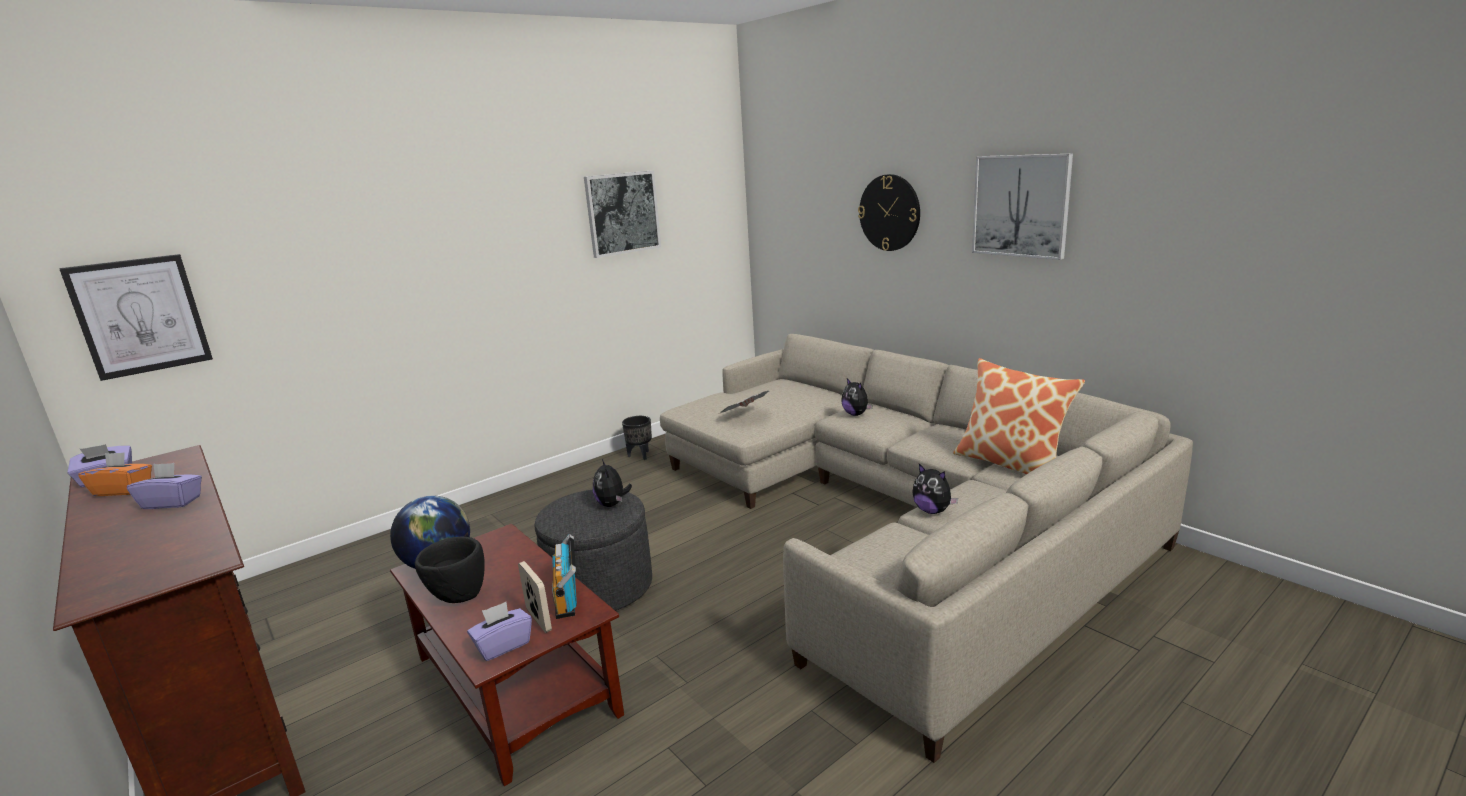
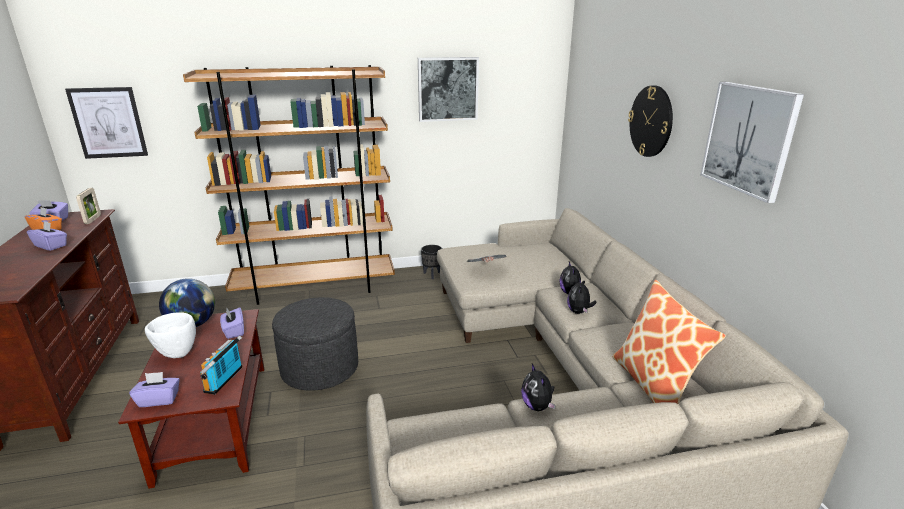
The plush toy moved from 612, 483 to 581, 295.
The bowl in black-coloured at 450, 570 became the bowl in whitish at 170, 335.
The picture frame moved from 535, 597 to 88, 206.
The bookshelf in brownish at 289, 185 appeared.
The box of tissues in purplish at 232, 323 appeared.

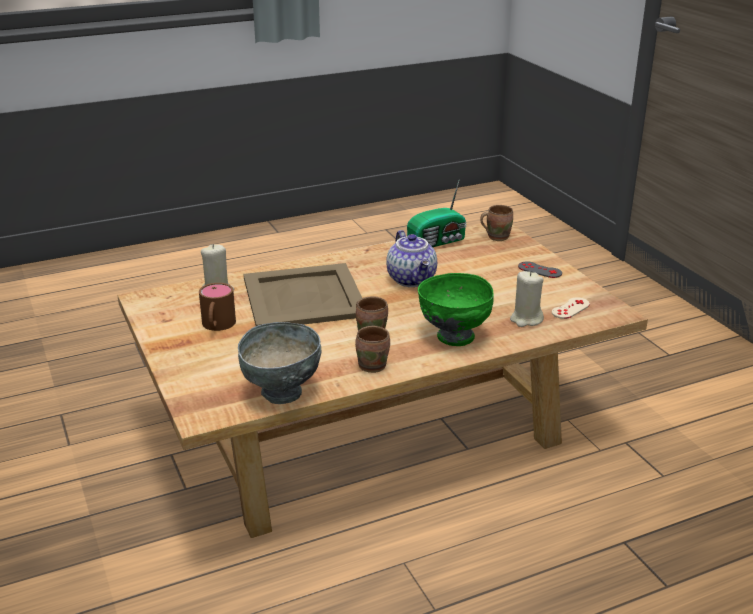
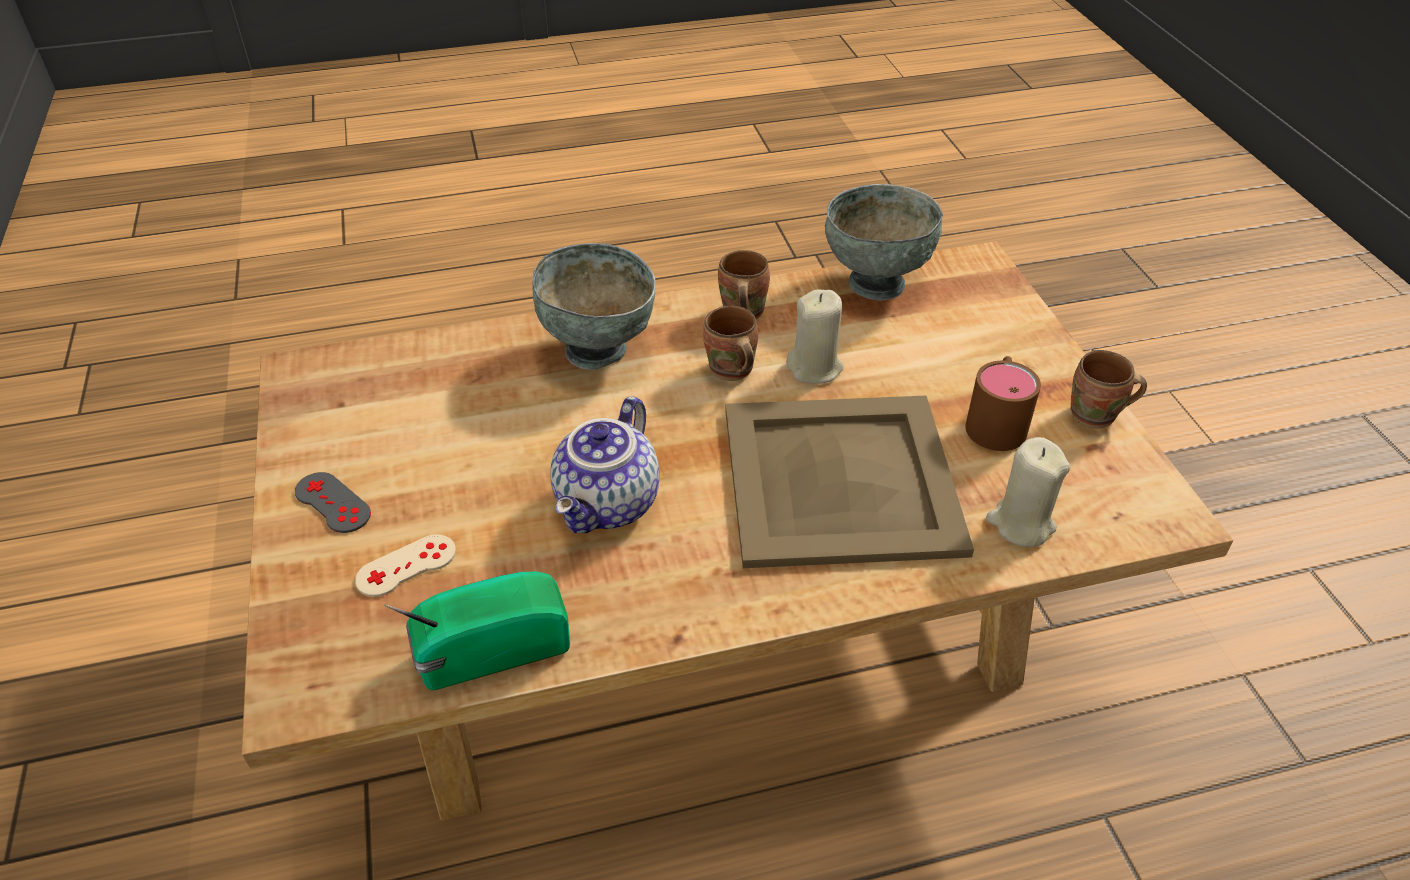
The coffee mug in brownish moved from 496, 223 to 1109, 389.
The pot for tea at 411, 258 turned 150 degrees counterclockwise.
The wax light in sand-coloured moved from 527, 299 to 815, 336.
The bowl in green at 456, 309 became the bowl in gray at 593, 306.
The joypad in sand-coloured moved from 571, 308 to 405, 565.

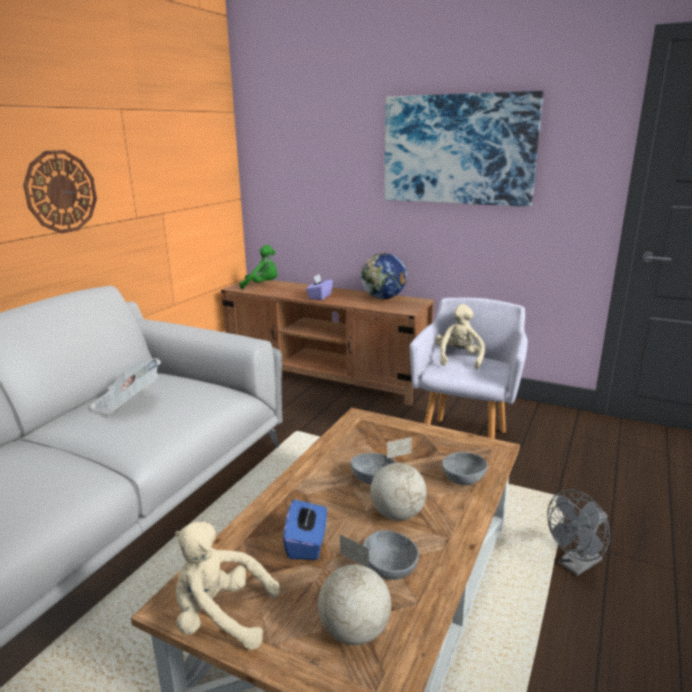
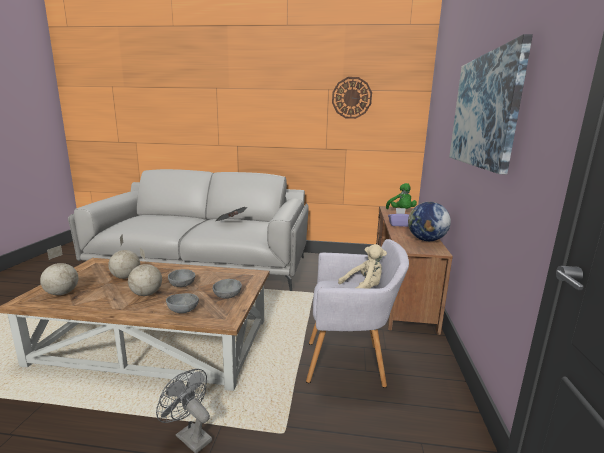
The clock on the wall moved from 60, 192 to 352, 98.
The box of tissues in blue-coloured at 305, 530 was replaced by the globe at 124, 257.
The plush toy in sand-coloured at 227, 586 disappeared.
The bowl in gray moved from 391, 555 to 227, 289.

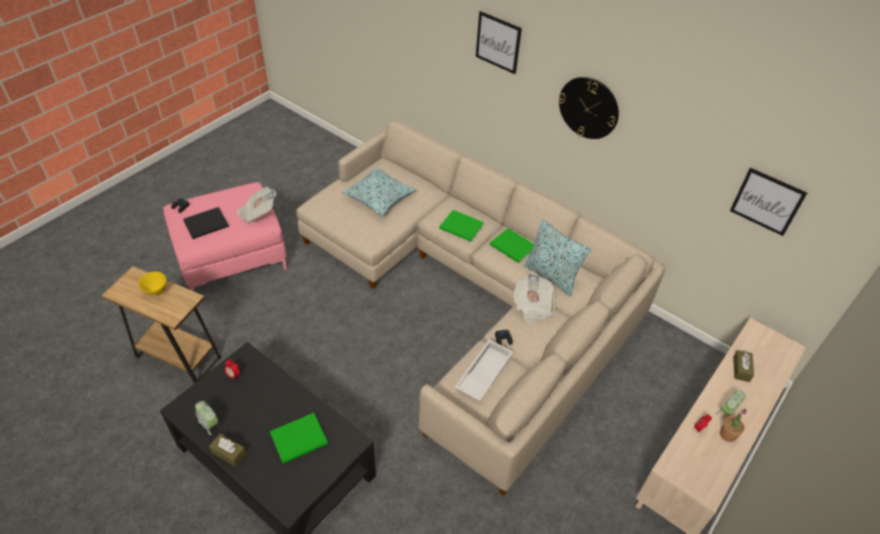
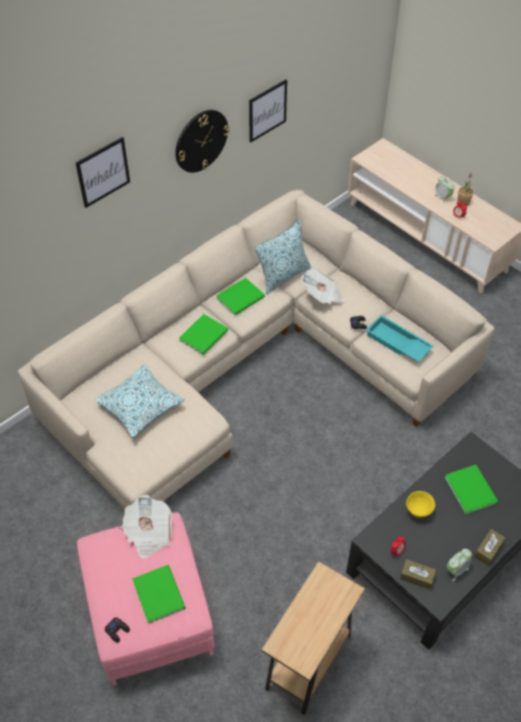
The picture moved from 768, 202 to 268, 111.
The book in black-coloured at 206, 223 became the book in green at 159, 594.
The bowl in yellowish moved from 152, 283 to 420, 504.
The carrying tray in whitish at 484, 370 became the carrying tray in blue-green at 399, 338.
The box of tissues in brownish moved from 743, 366 to 418, 574.

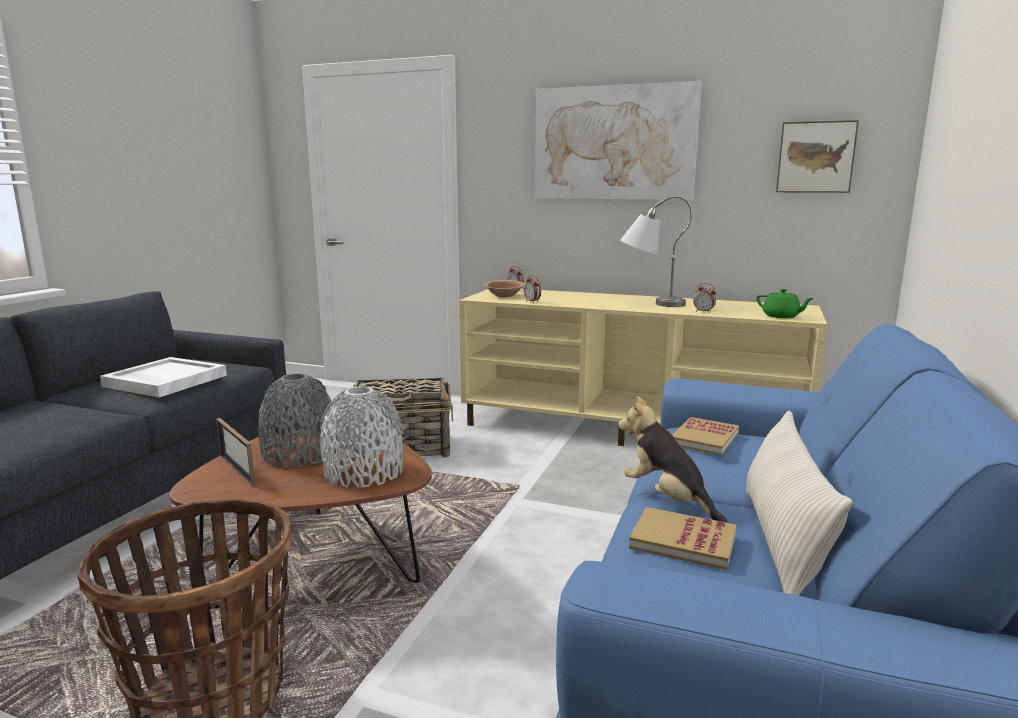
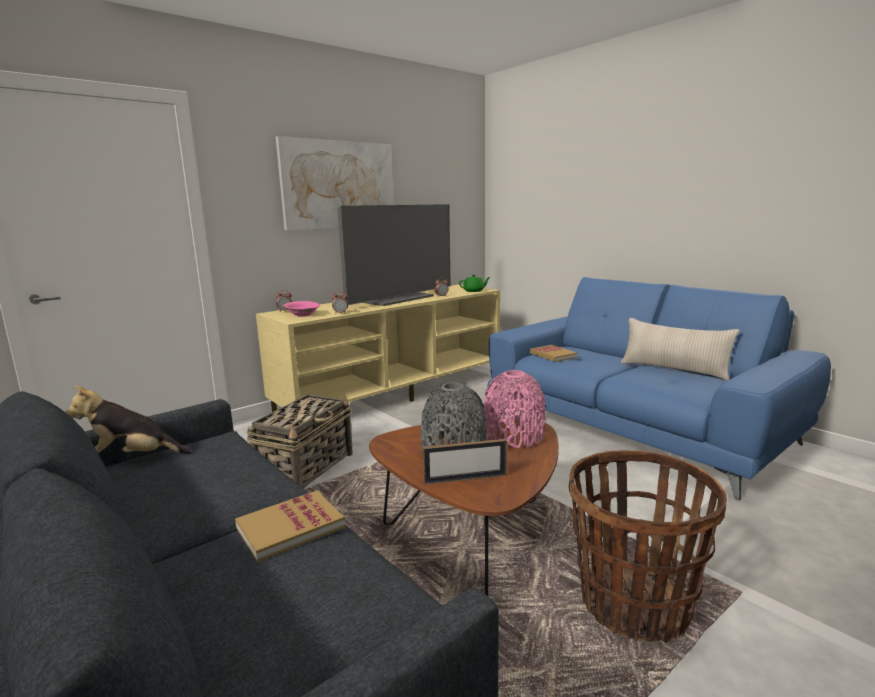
The picture at 817, 156 disappeared.
The lamp for a table in gray at 656, 251 was replaced by the TV at 394, 255.
The bowl in brownish at 504, 289 became the bowl in pinkish at 301, 309.
The carrying tray in whitish at 163, 377 disappeared.
The vase in gray at 361, 437 became the vase in pinkish at 514, 409.
The plush toy moved from 673, 459 to 128, 419.
The book moved from 683, 538 to 290, 526.

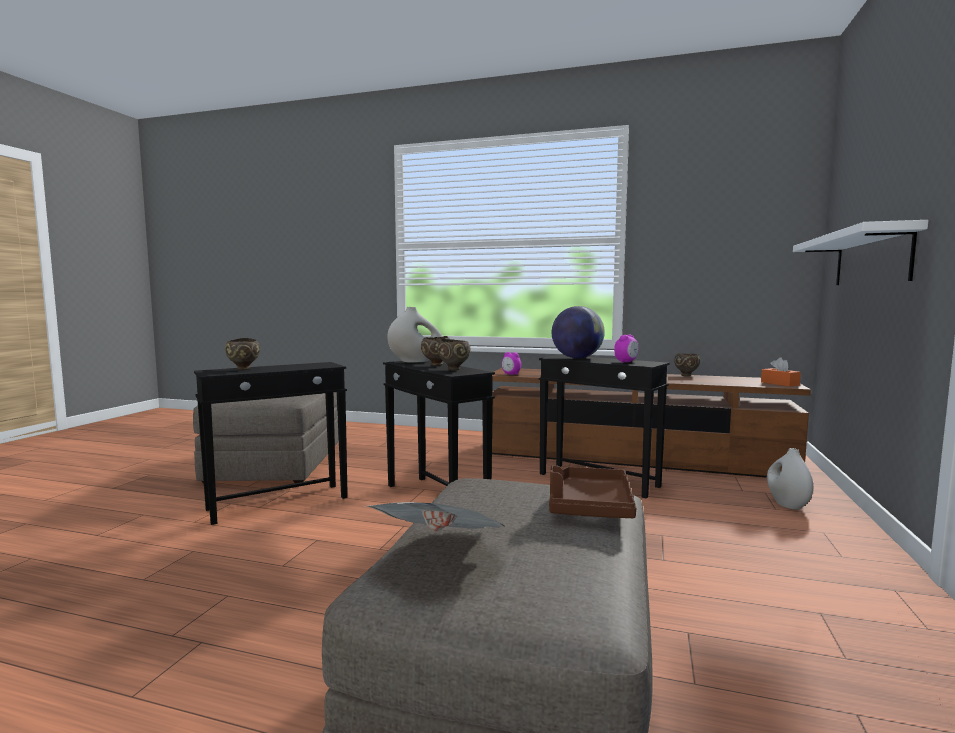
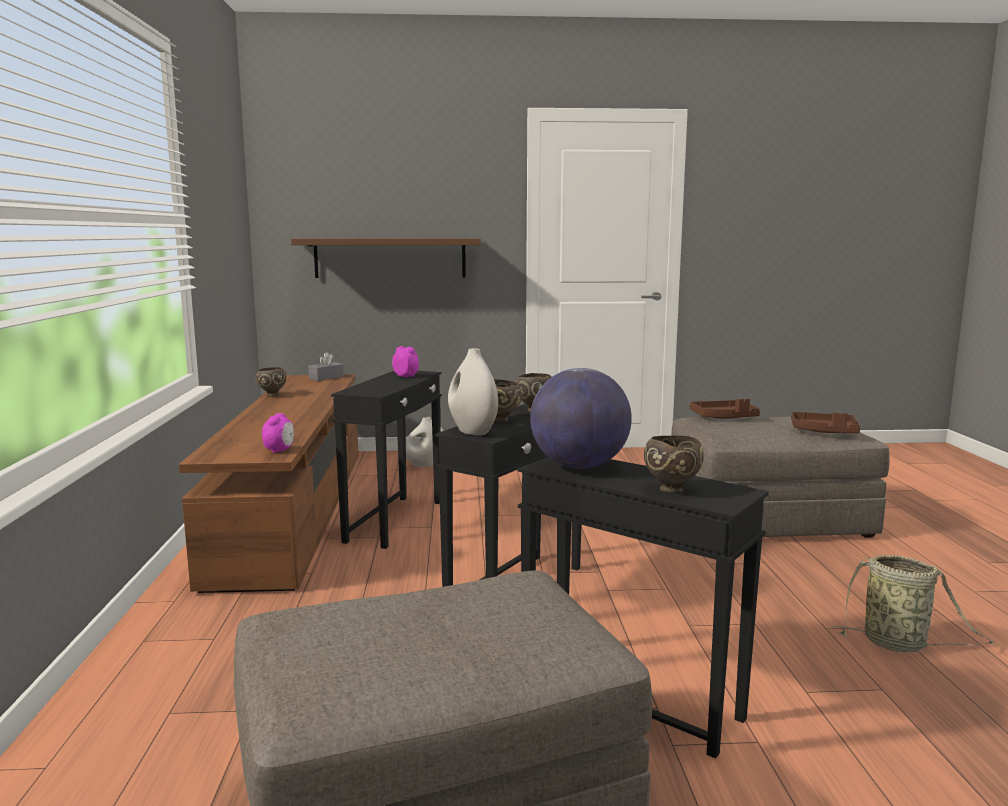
The wall shelf in whitish at 860, 252 became the wall shelf in brownish at 386, 258.
The globe moved from 578, 332 to 581, 418.
The box of tissues in orange-coloured at 781, 372 became the box of tissues in gray at 326, 366.
The daily paper at 436, 516 was replaced by the carrying tray in brownish at 825, 422.
The basket at 913, 603 appeared.

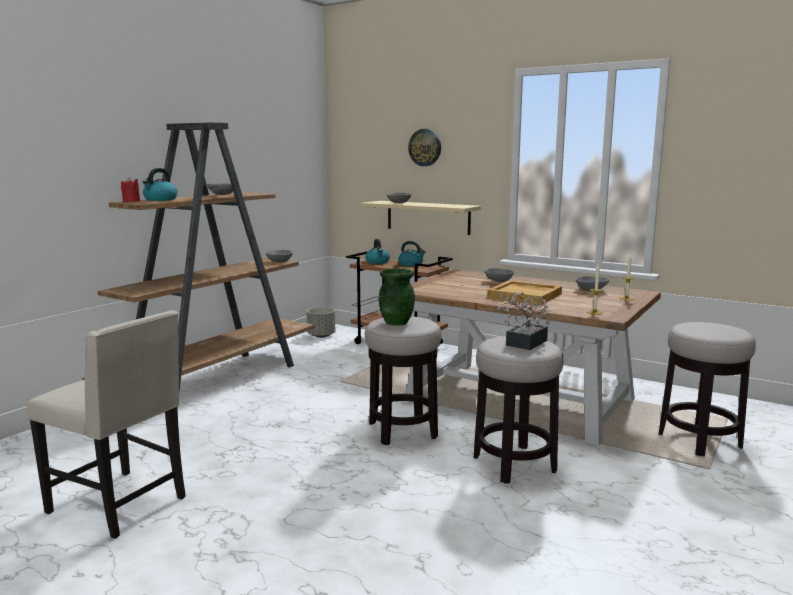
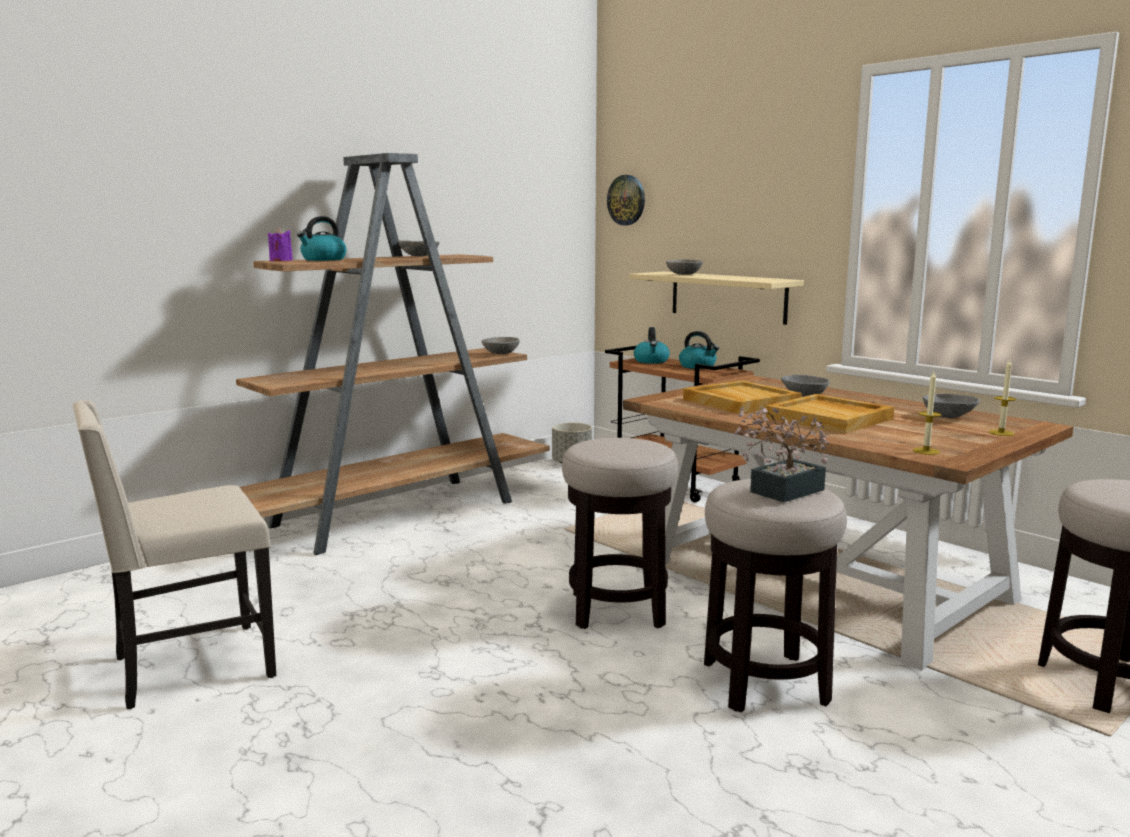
The clock on the wall moved from 424, 147 to 626, 200.
The wax light in red-coloured at 130, 189 became the wax light in purplish at 280, 244.
The vase in green at 397, 297 disappeared.
The upright chair in sand-coloured at 106, 424 turned 105 degrees clockwise.
The carrying tray in sand-coloured at 742, 397 appeared.

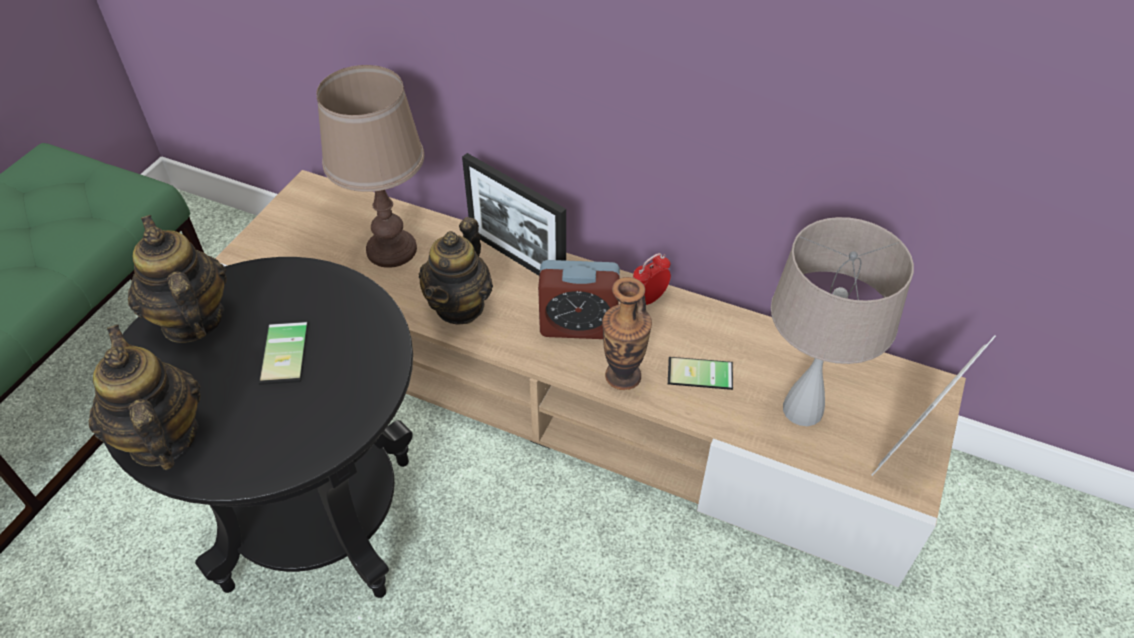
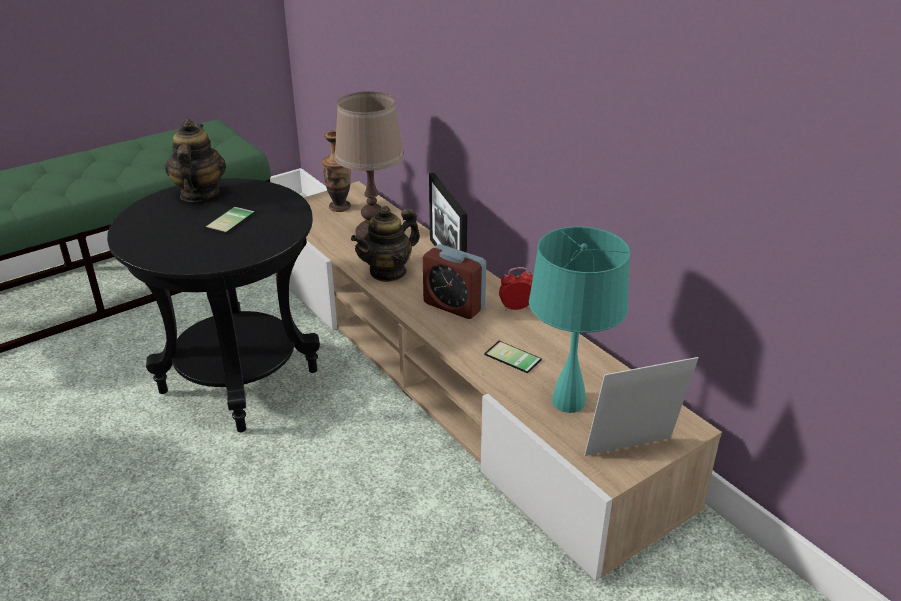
The lamp for a table in sand-coloured at 842, 321 became the lamp for a table in blue-green at 579, 319.
The vase moved from 627, 333 to 336, 171.
The pot for tea at 144, 397 disappeared.

